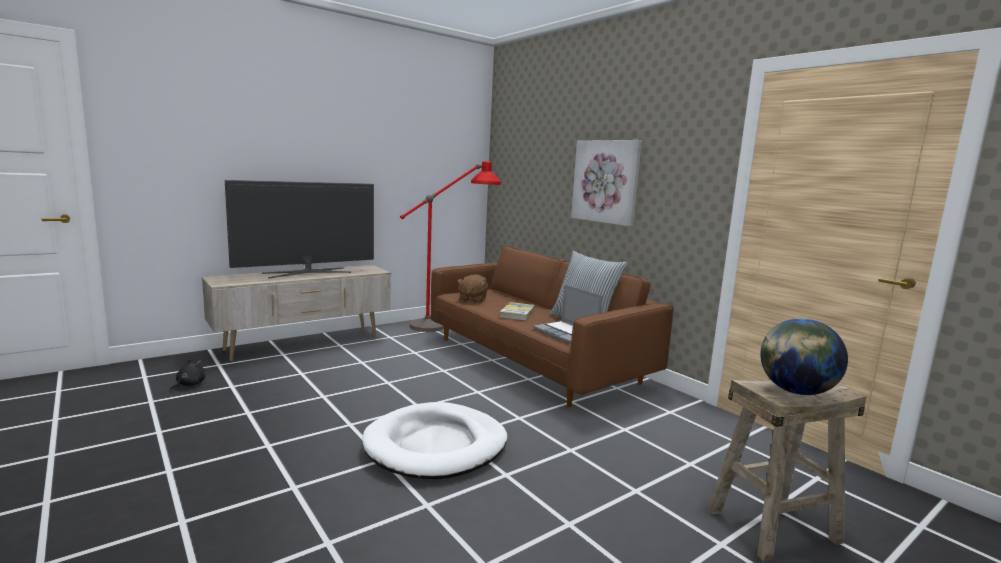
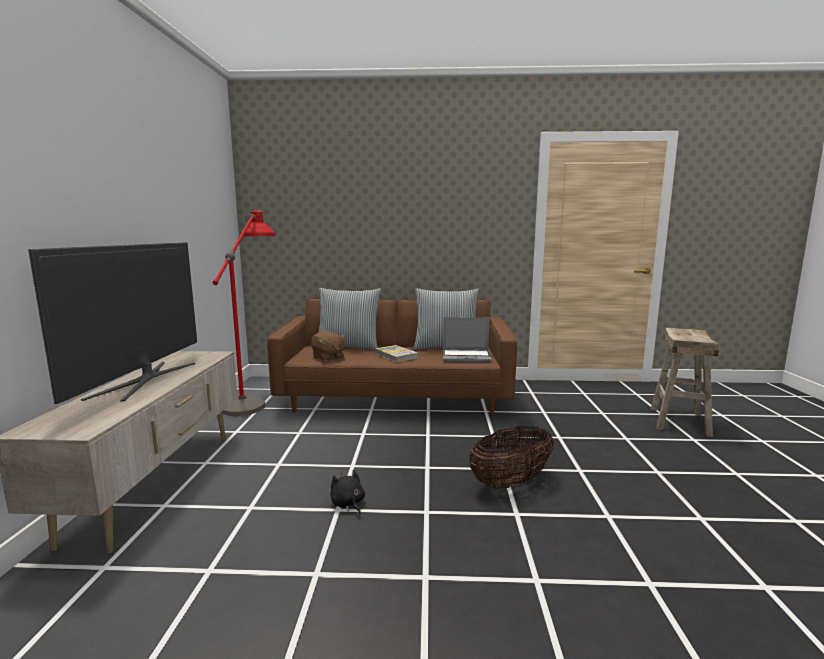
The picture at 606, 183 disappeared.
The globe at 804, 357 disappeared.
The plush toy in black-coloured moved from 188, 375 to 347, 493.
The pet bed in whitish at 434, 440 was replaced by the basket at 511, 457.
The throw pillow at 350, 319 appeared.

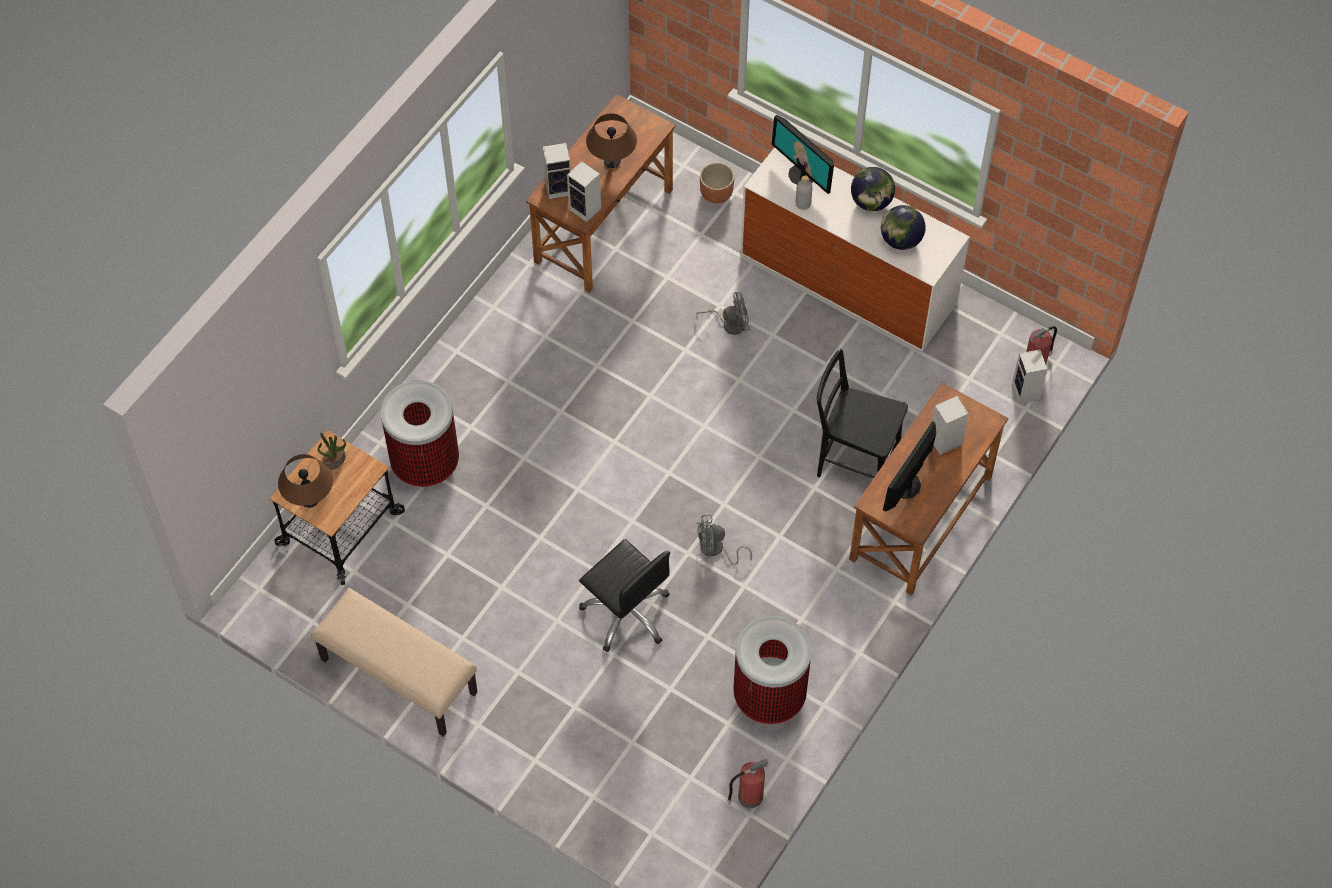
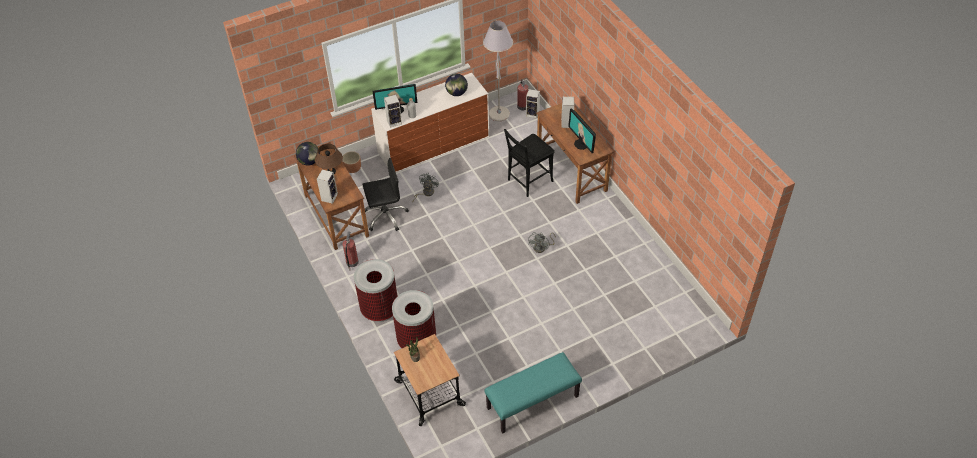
The audio speaker moved from 584, 191 to 393, 111.
The globe moved from 873, 189 to 308, 154.
The lamp for a table in brownish at 305, 481 disappeared.
The office chair in black-coloured moved from 624, 595 to 385, 194.
The indoor bench in sand-coloured at 394, 662 became the indoor bench in blue-green at 533, 393.
The trash can moved from 773, 670 to 375, 290.
The fire-fighting cylinder moved from 747, 783 to 351, 251.
The standing lamp in gray at 498, 70 appeared.

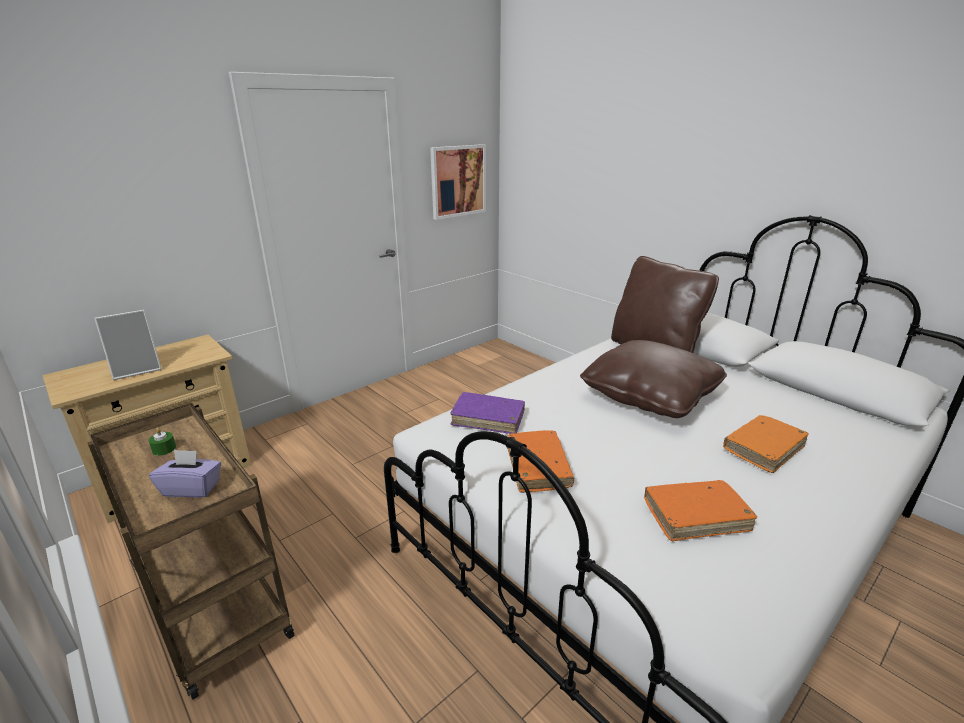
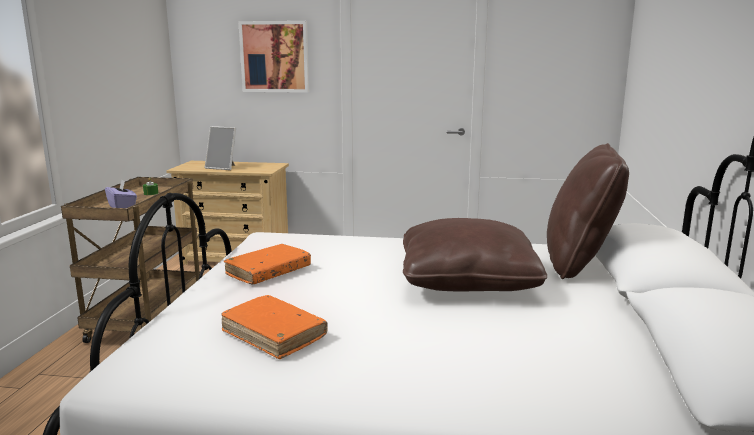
The picture moved from 458, 182 to 273, 57.
The book in purplish at 487, 413 disappeared.
The book in orange-coloured at 766, 444 disappeared.

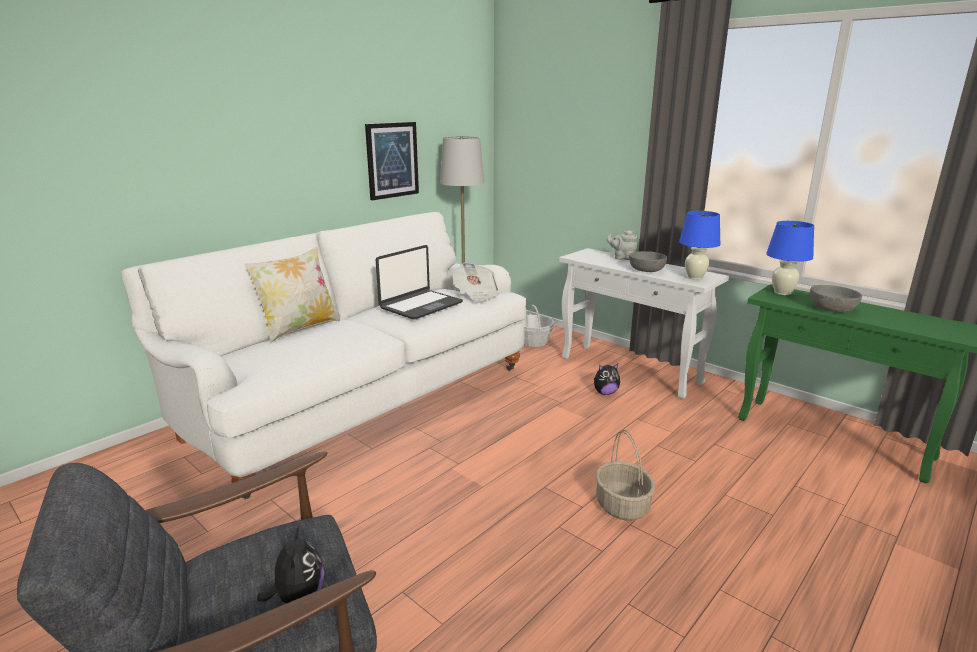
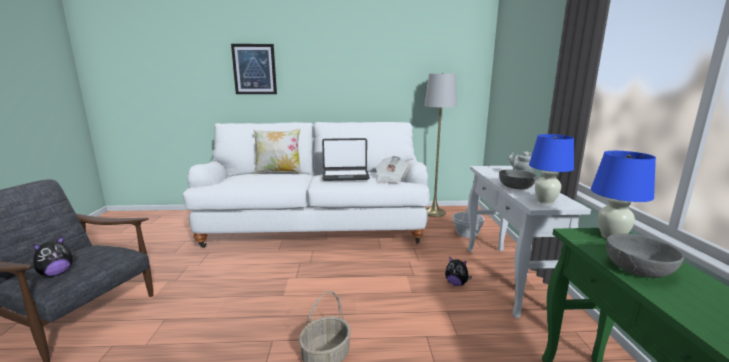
The picture moved from 392, 161 to 254, 69.

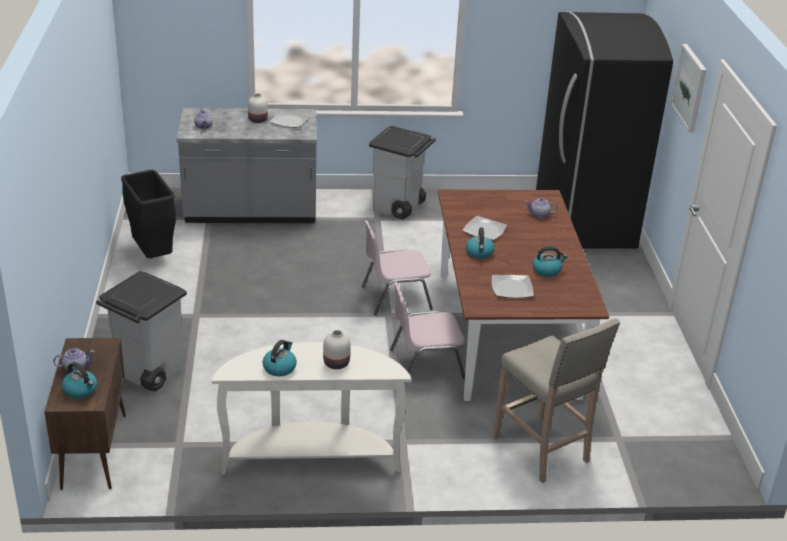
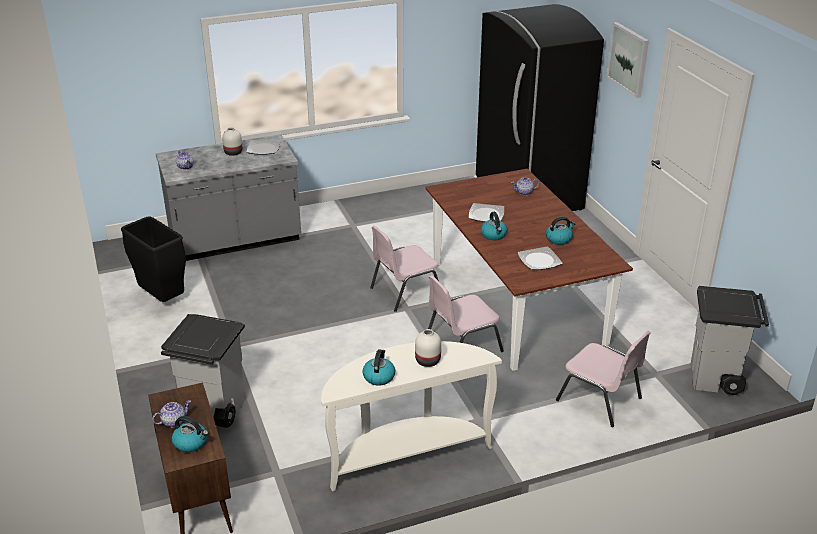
The trash can in gray moved from 402, 173 to 730, 340.
The stool seat in sand-coloured at 556, 400 was replaced by the upright chair in pinkish at 603, 379.

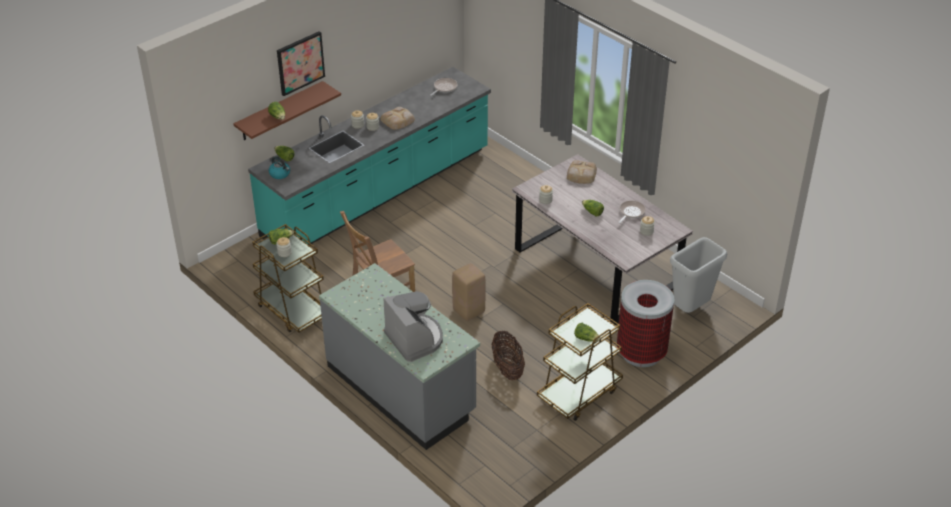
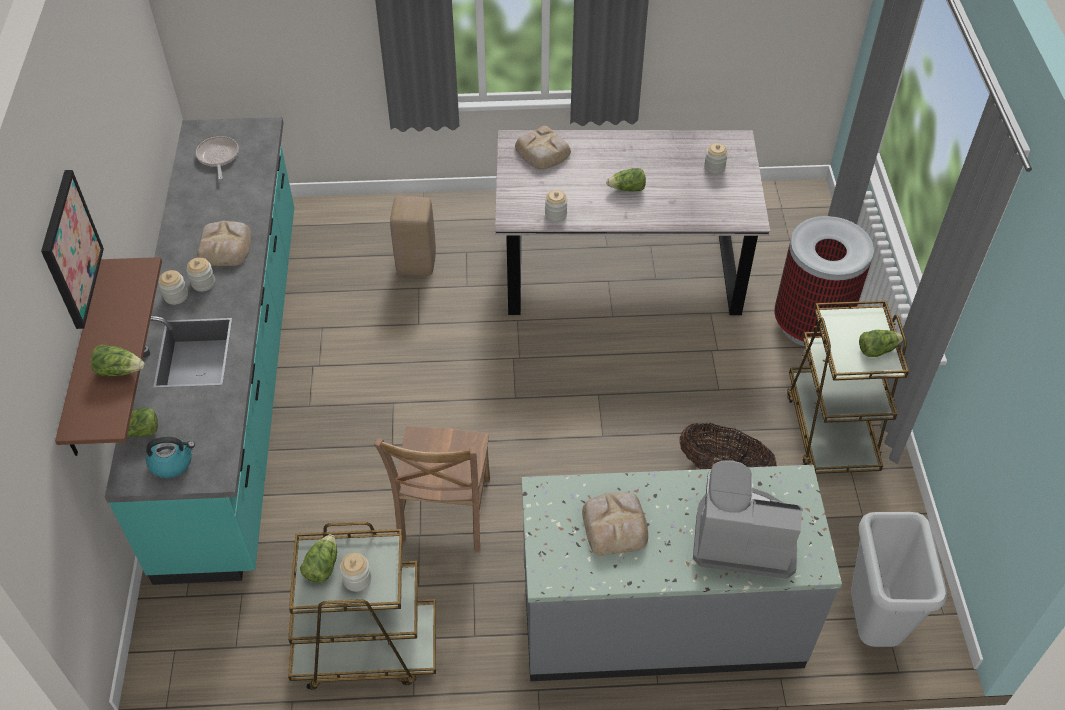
The frying pan at 632, 212 disappeared.
The trash can in gray moved from 698, 275 to 899, 579.
The stool seat in sand-coloured moved from 468, 292 to 413, 236.
The baked bread at 615, 524 appeared.

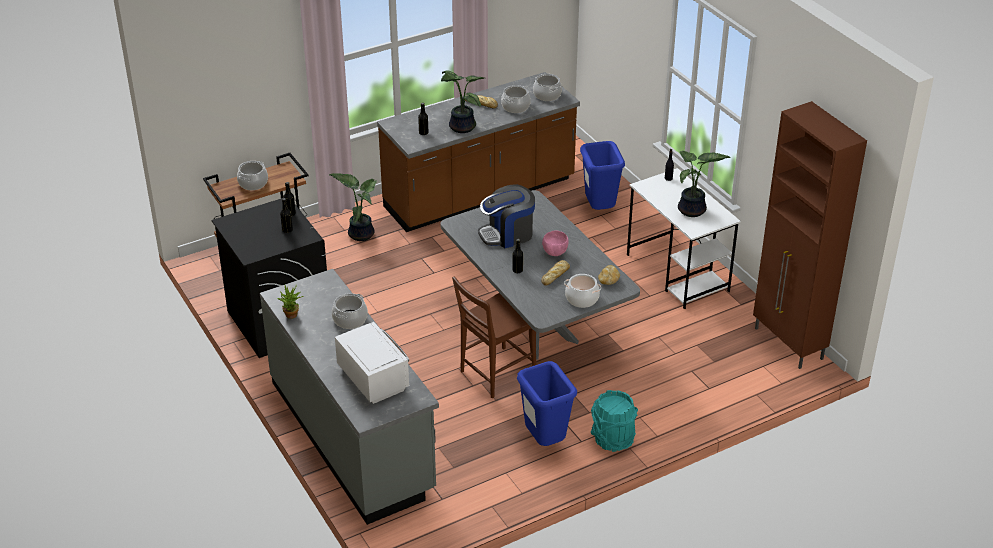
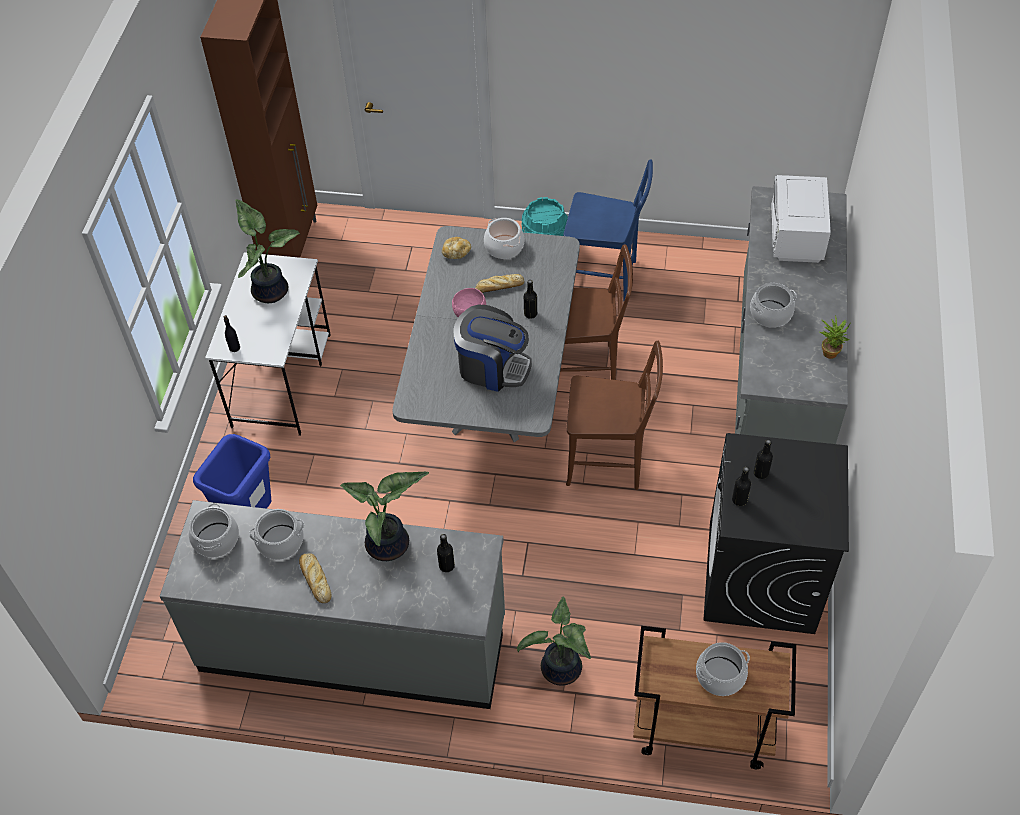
The kitchen base unit in brownish at 478, 152 became the kitchen base unit in gray at 332, 604.
The trash can in blue-coloured at 547, 403 was replaced by the upright chair in blue-coloured at 608, 231.
The upright chair in brownish at 614, 415 appeared.

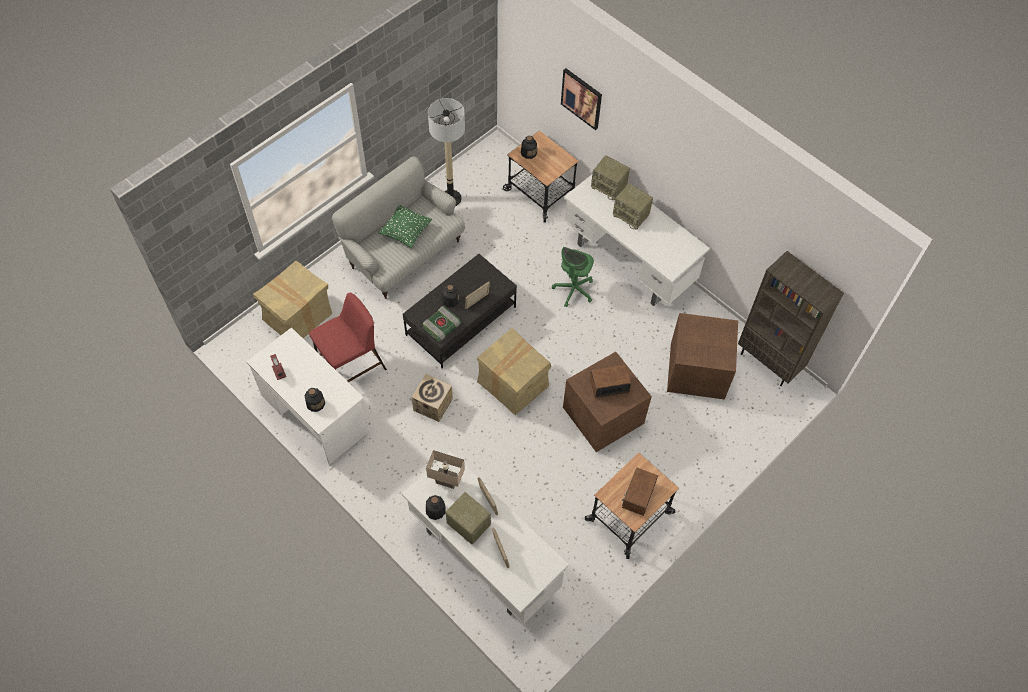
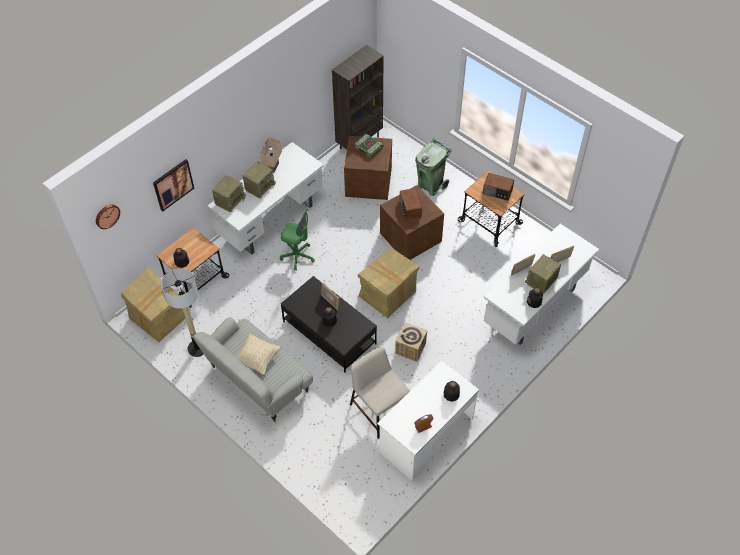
The throw pillow in green at 405, 226 became the throw pillow in sand-coloured at 258, 354.
The cardboard box moved from 292, 300 to 153, 304.
The stool seat in red-coloured at 348, 337 became the stool seat in sand-coloured at 380, 393.
The book moved from 441, 324 to 369, 146.
The lamp for a table in sand-coloured moved from 445, 469 to 271, 155.
The trash can in green at 433, 167 appeared.
The clock on the wall at 108, 216 appeared.

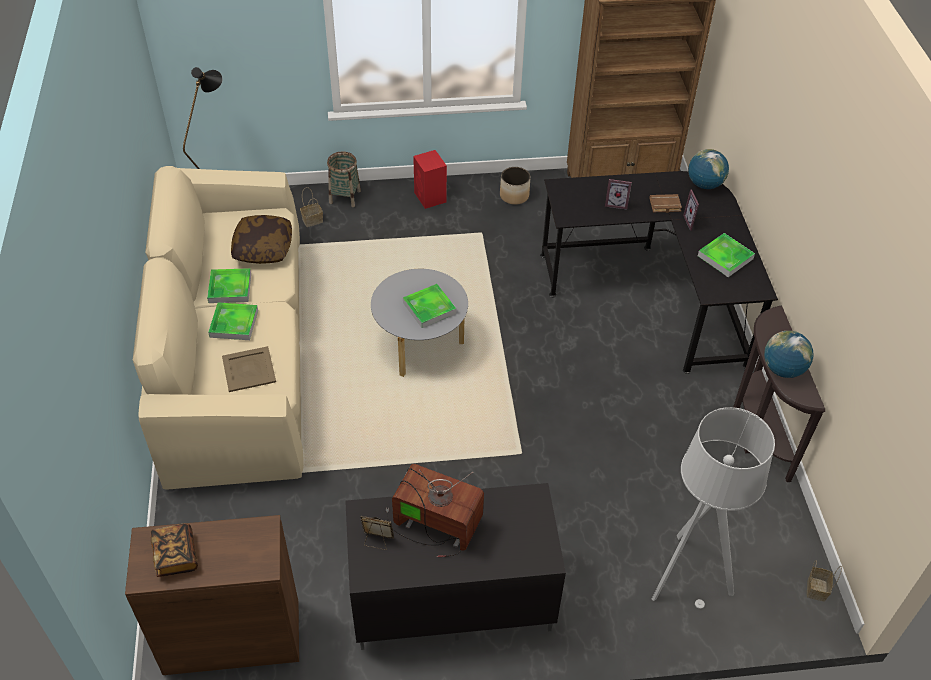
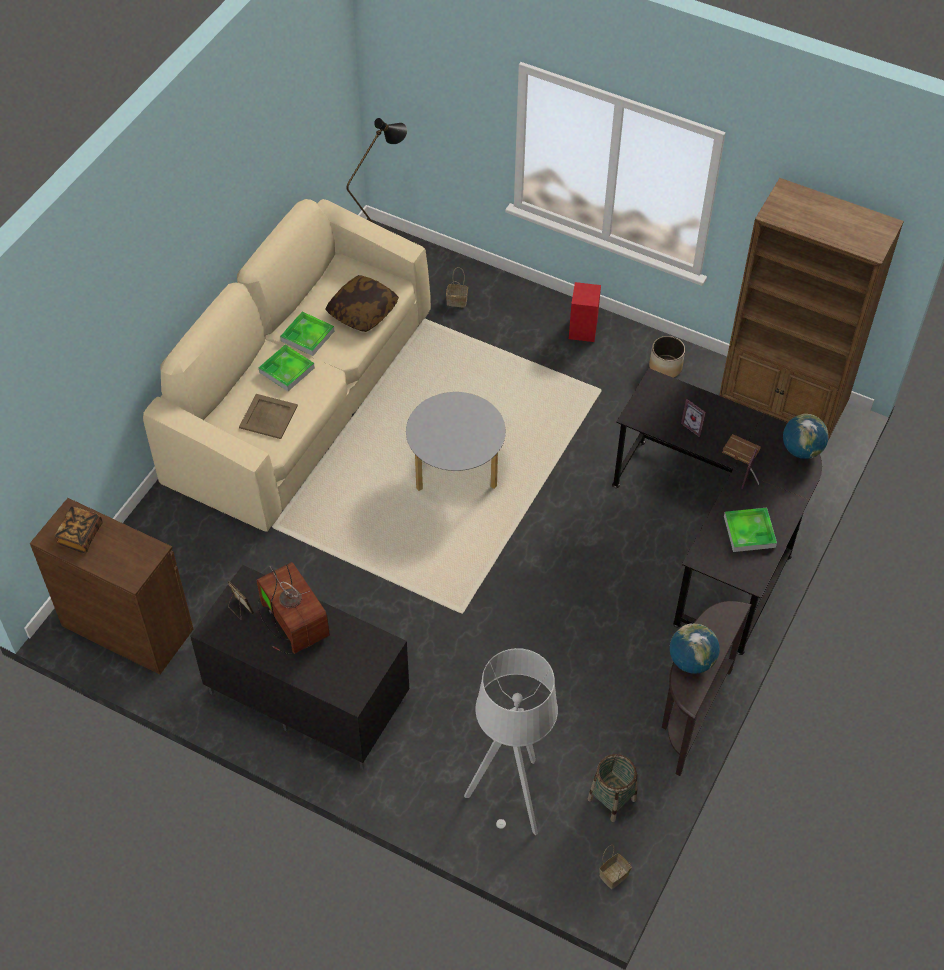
The basket moved from 344, 179 to 612, 788.
The carrying tray at 429, 306 disappeared.

